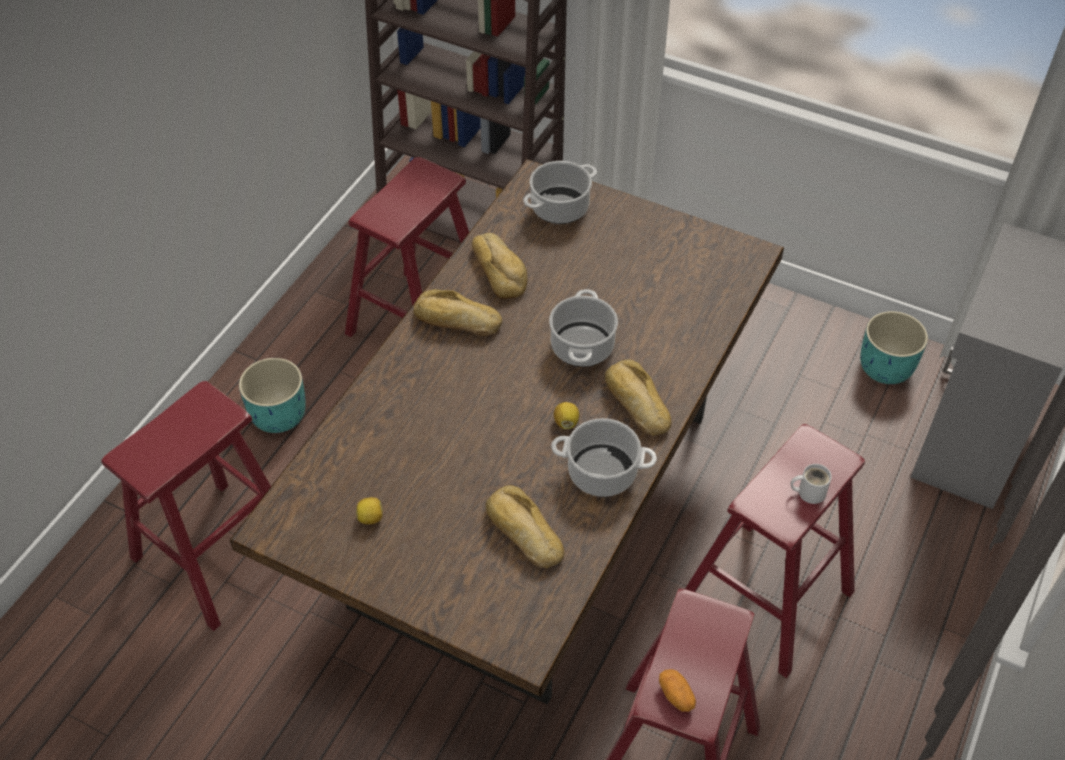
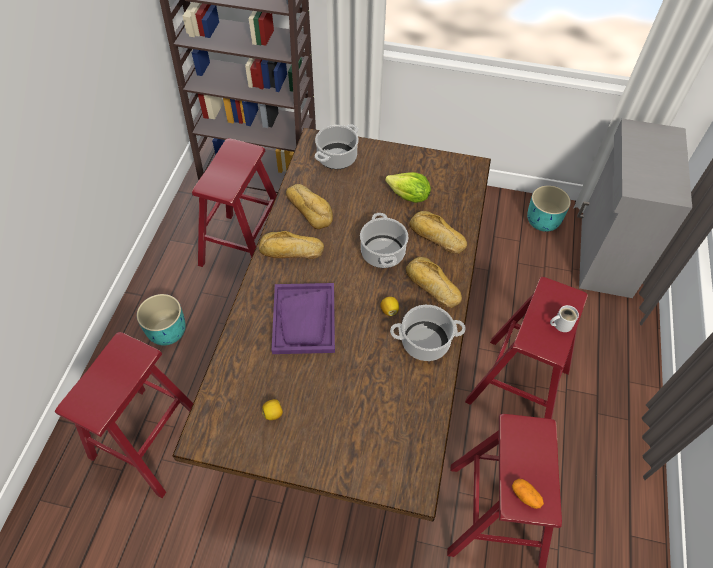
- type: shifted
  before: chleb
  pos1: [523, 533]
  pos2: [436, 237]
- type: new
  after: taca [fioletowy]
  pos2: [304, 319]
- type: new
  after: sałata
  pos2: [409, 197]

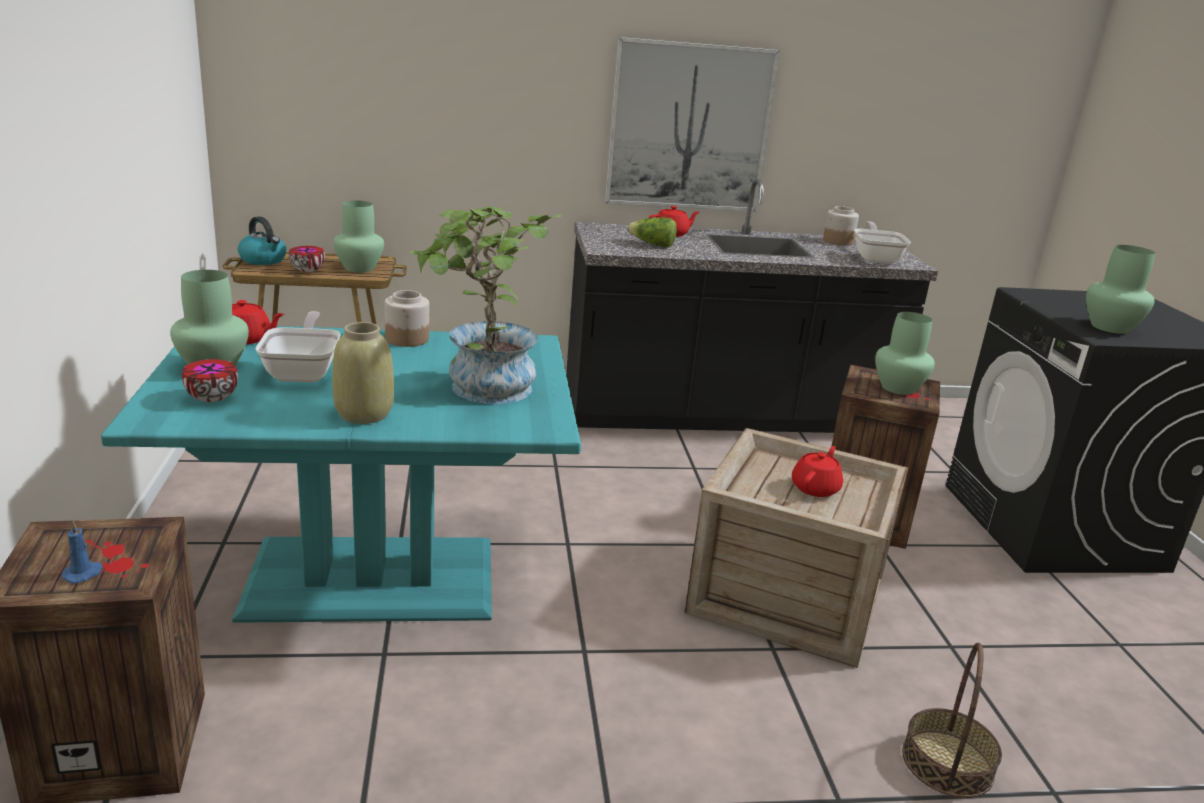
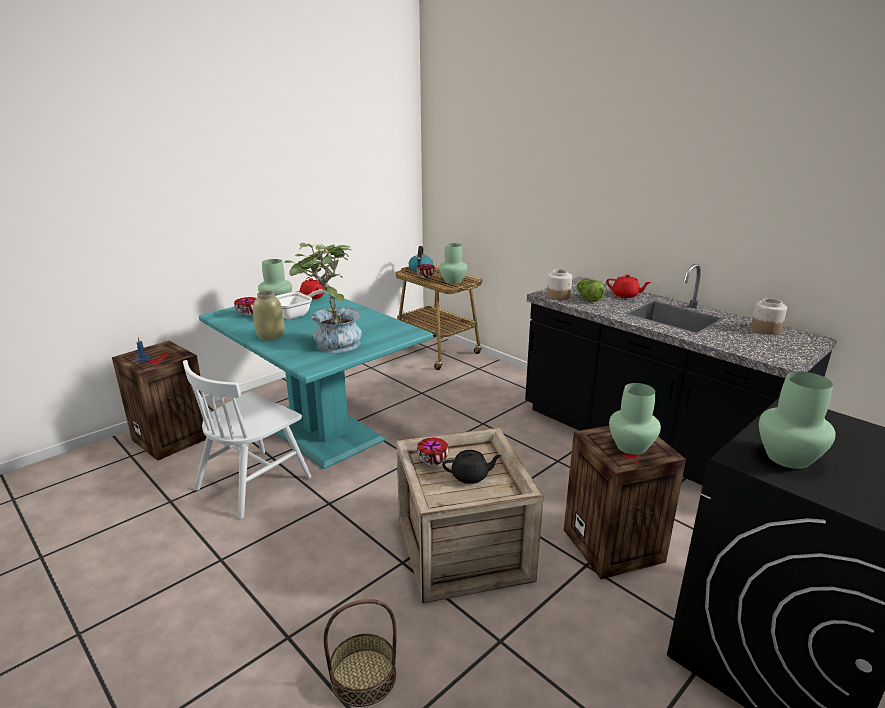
- type: shifted
  before: słoik
  pos1: [407, 339]
  pos2: [558, 296]
- type: gone
  before: obraz
  pos1: [689, 127]
- type: repainted
  before: imbryk [czerwony]
  after: imbryk [czarny]
  pos1: [816, 488]
  pos2: [470, 476]
- type: gone
  before: patelnia
  pos1: [876, 258]
- type: new
  after: krzesło [biały]
  pos2: [254, 482]
- type: new
  after: miska
  pos2: [433, 462]

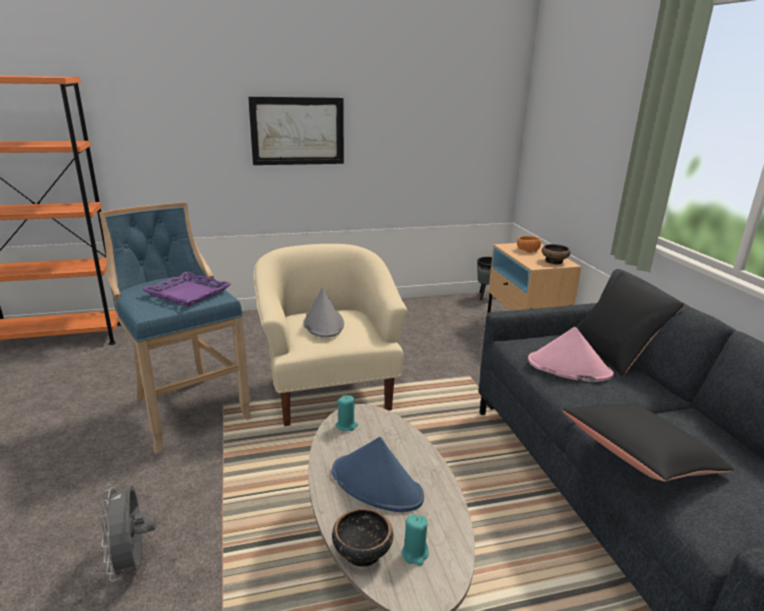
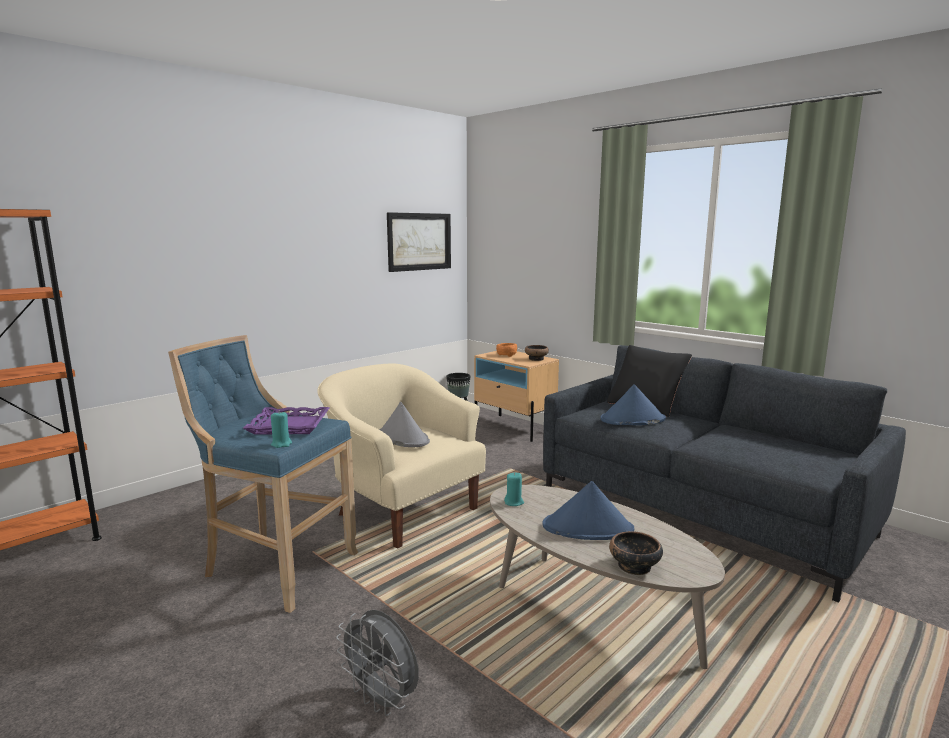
- type: shifted
  before: obraz
  pos1: [297, 131]
  pos2: [419, 241]
- type: shifted
  before: świeca [turkusowy]
  pos1: [415, 553]
  pos2: [281, 444]
- type: repainted
  before: kapelusz [różowy]
  after: kapelusz [niebieski]
  pos1: [568, 368]
  pos2: [632, 419]
- type: gone
  before: poduszka [czarny]
  pos1: [640, 459]

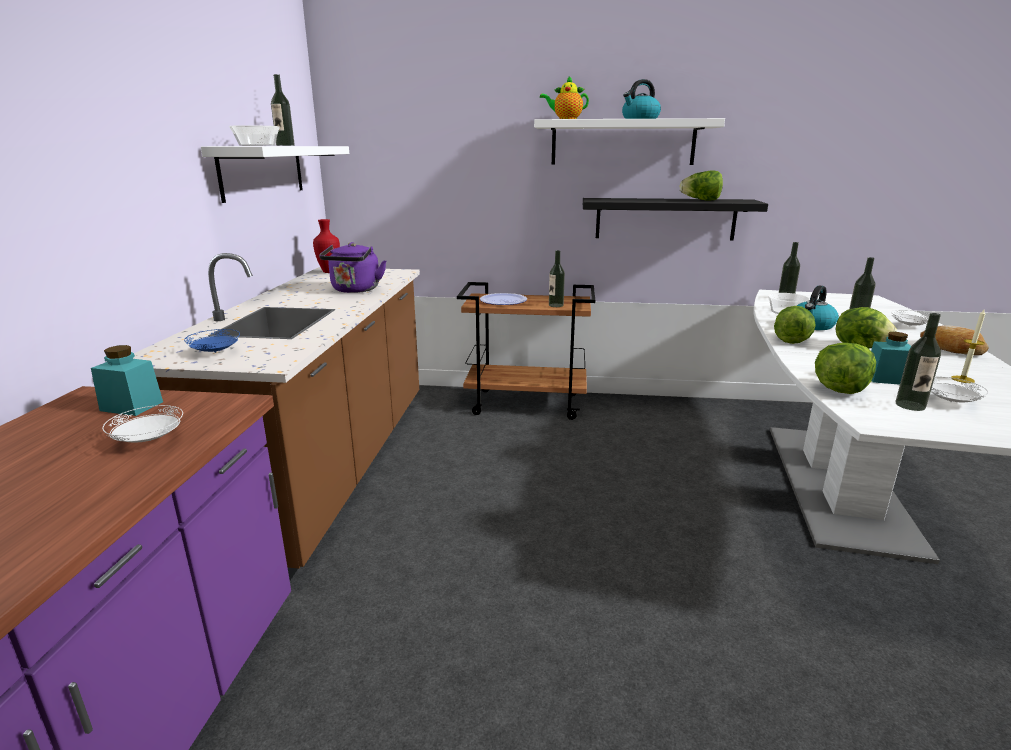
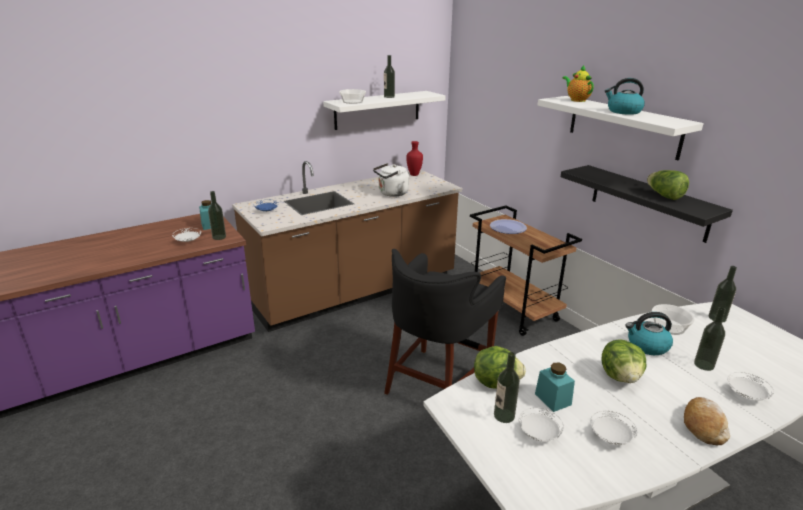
- type: repainted
  before: czajnik [fioletowy]
  after: czajnik [biały]
  pos1: [355, 290]
  pos2: [391, 193]
- type: shifted
  before: butelka
  pos1: [556, 305]
  pos2: [219, 237]
- type: gone
  before: sałata
  pos1: [790, 339]
- type: swapped
  before: świeca
  after: talerz [biały]
  pos1: [962, 379]
  pos2: [610, 437]
- type: new
  after: stołek [czarny]
  pos2: [437, 382]

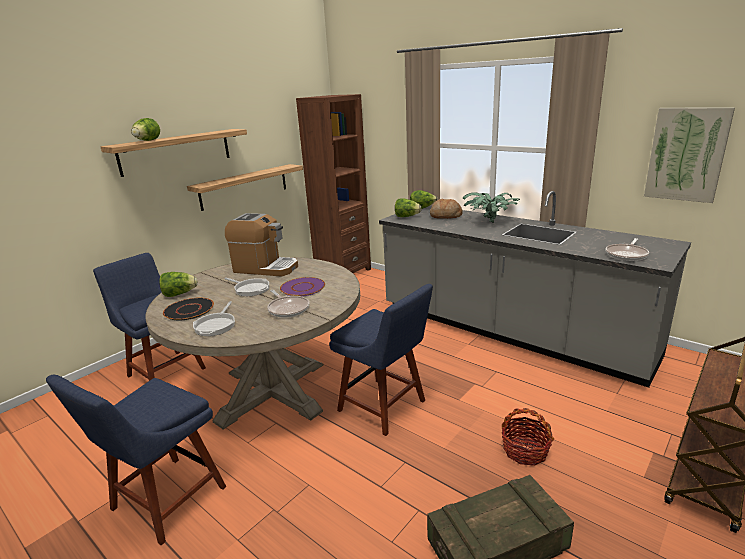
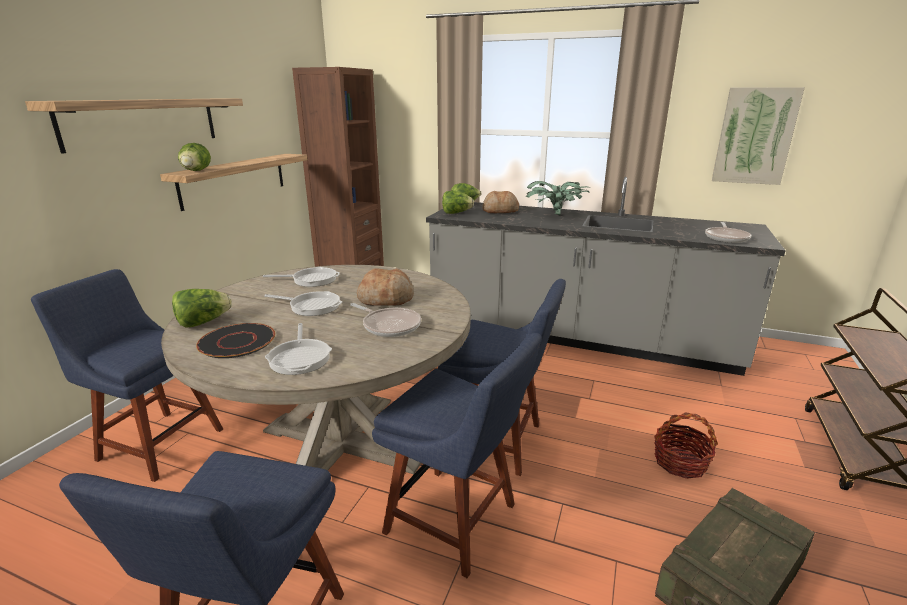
- type: shifted
  before: sałata
  pos1: [147, 141]
  pos2: [195, 171]
- type: swapped
  before: ekspres do kawy
  after: patelnia
  pos1: [265, 268]
  pos2: [311, 280]
- type: swapped
  before: talerz [fioletowy]
  after: chleb
  pos1: [303, 287]
  pos2: [386, 298]
- type: new
  after: krzesło [niebieski]
  pos2: [456, 521]

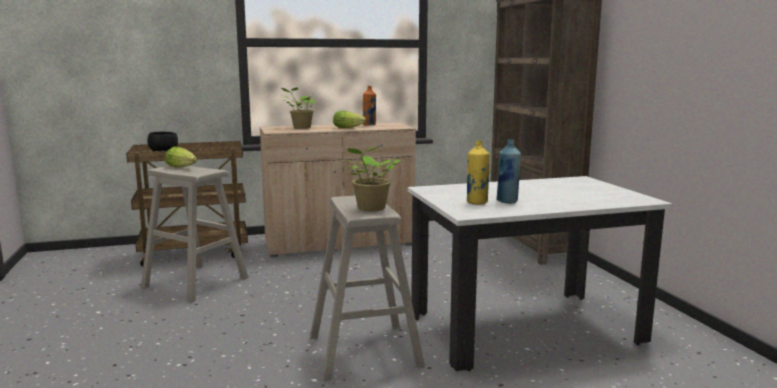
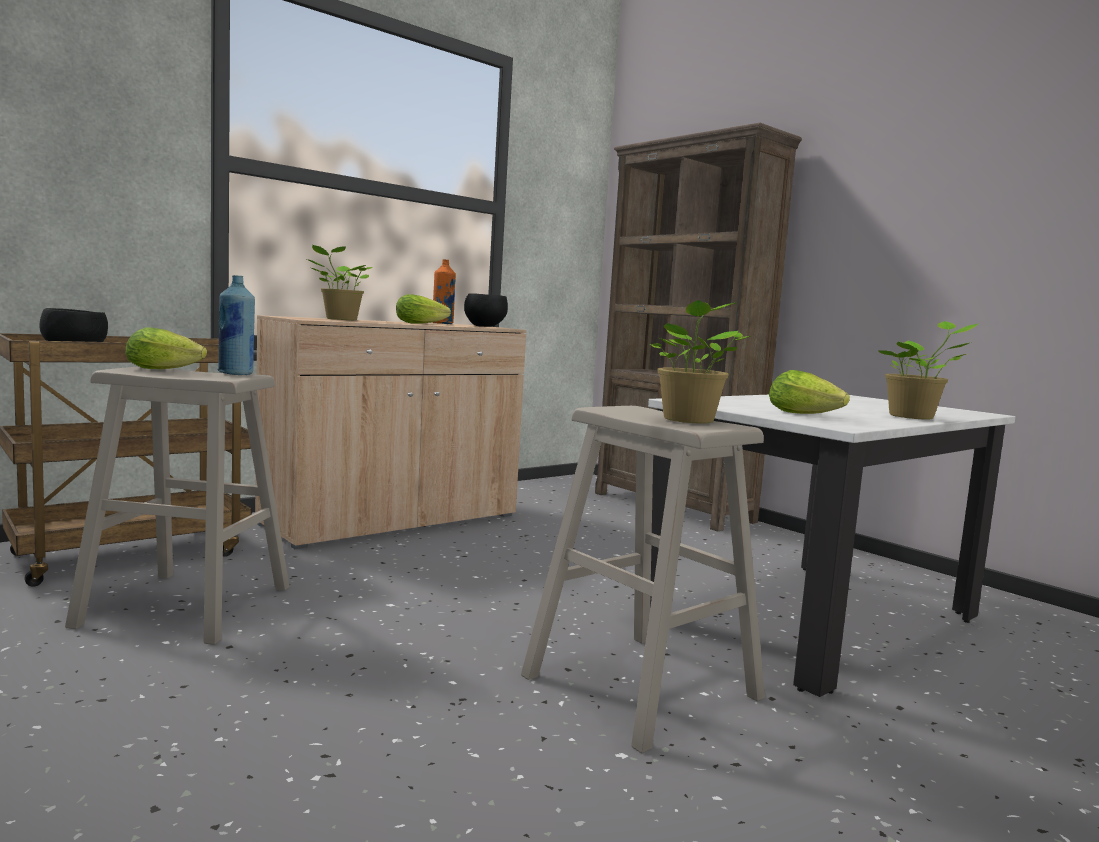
- type: swapped
  before: butelka [żółty]
  after: sałata
  pos1: [477, 202]
  pos2: [807, 414]
- type: shifted
  before: butelka [niebieski]
  pos1: [507, 201]
  pos2: [236, 374]
- type: new
  after: miska [czarny]
  pos2: [484, 326]
- type: new
  after: roślina doniczkowa
  pos2: [915, 417]

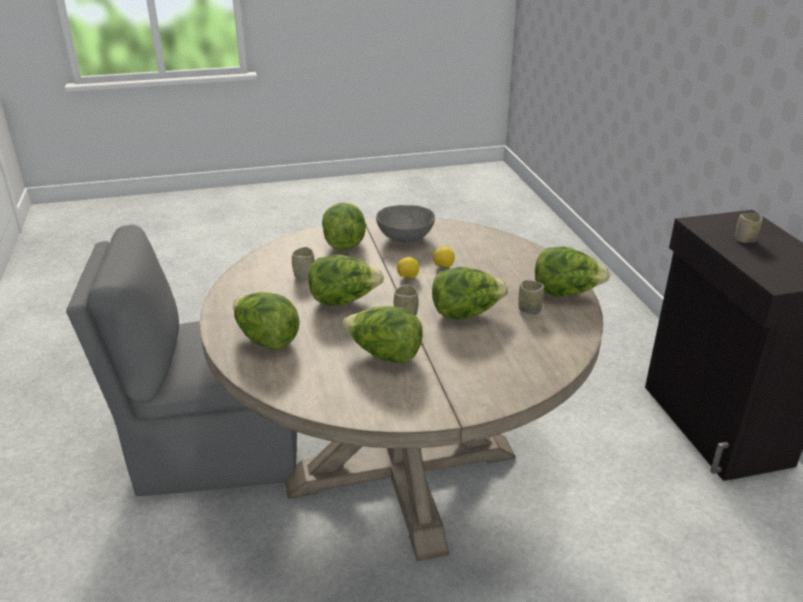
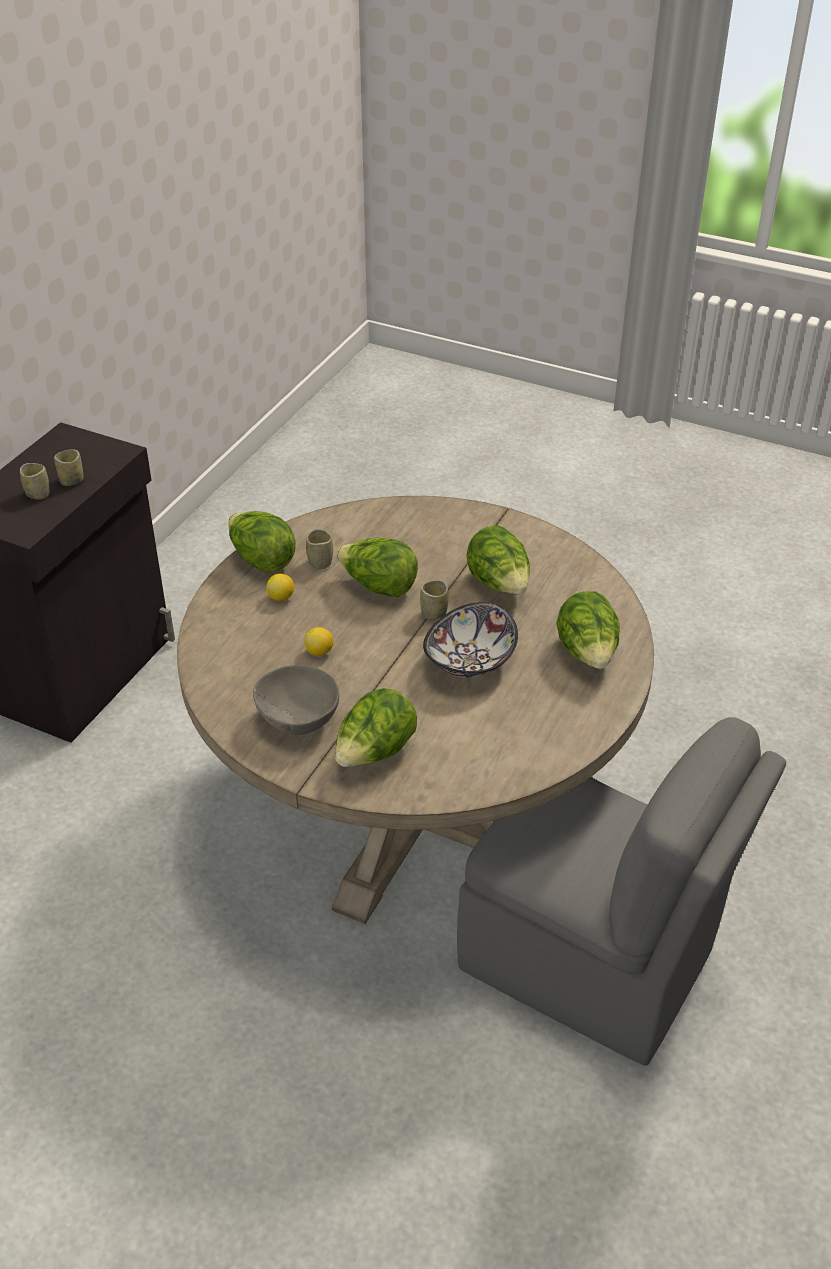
- type: shifted
  before: filiżanka
  pos1: [304, 276]
  pos2: [72, 480]
- type: swapped
  before: sałata
  after: miska
  pos1: [344, 301]
  pos2: [471, 662]
- type: shifted
  before: cytryna
  pos1: [408, 277]
  pos2: [281, 597]

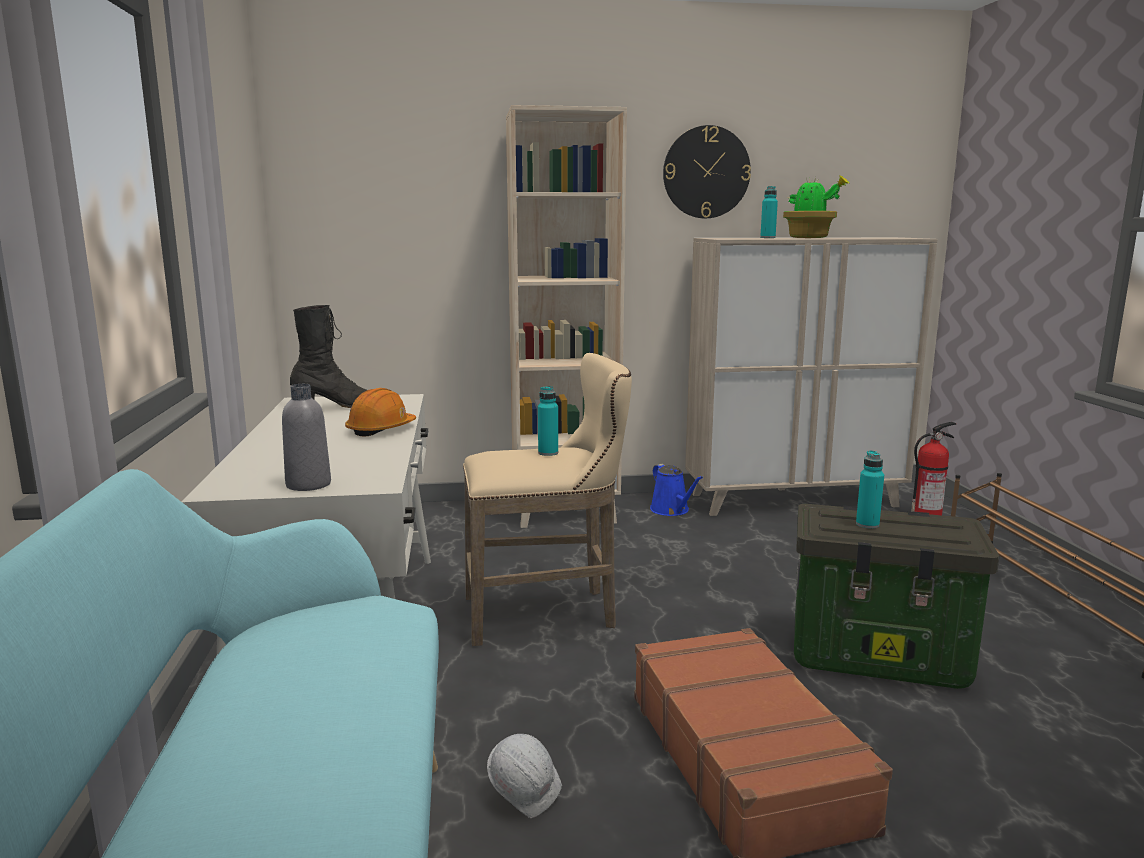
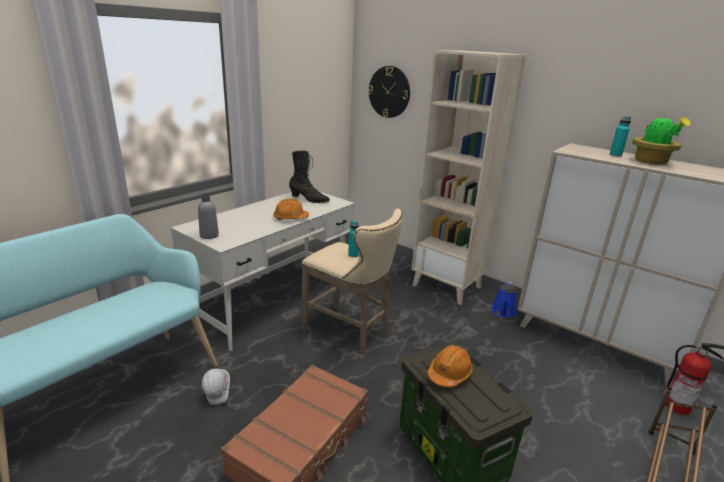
- type: shifted
  before: zegar ścienny
  pos1: [706, 172]
  pos2: [389, 92]
- type: swapped
  before: butelka [turkusowy]
  after: kask [pomarańczowy]
  pos1: [867, 524]
  pos2: [449, 374]

